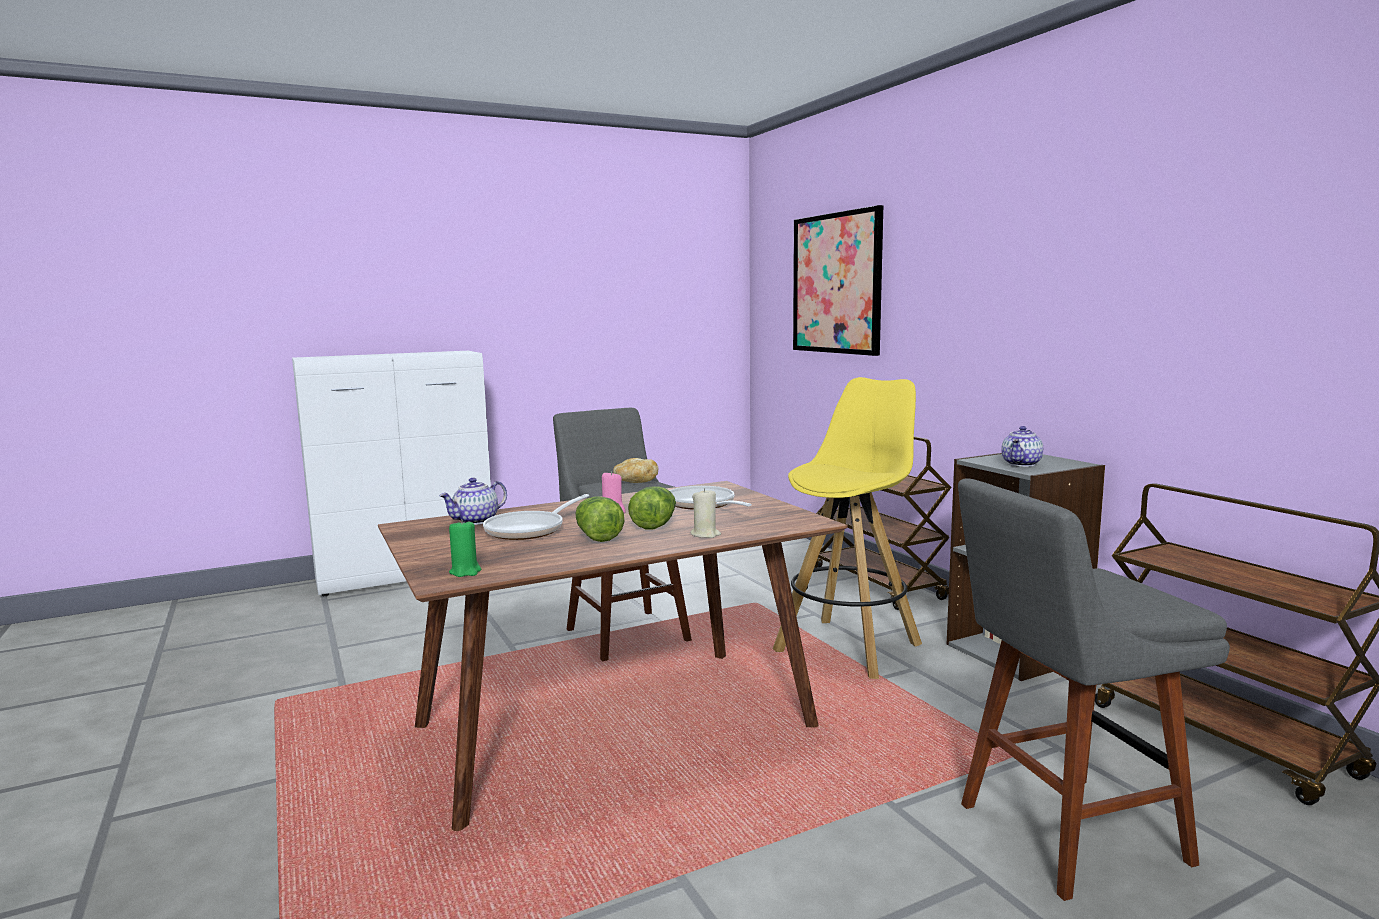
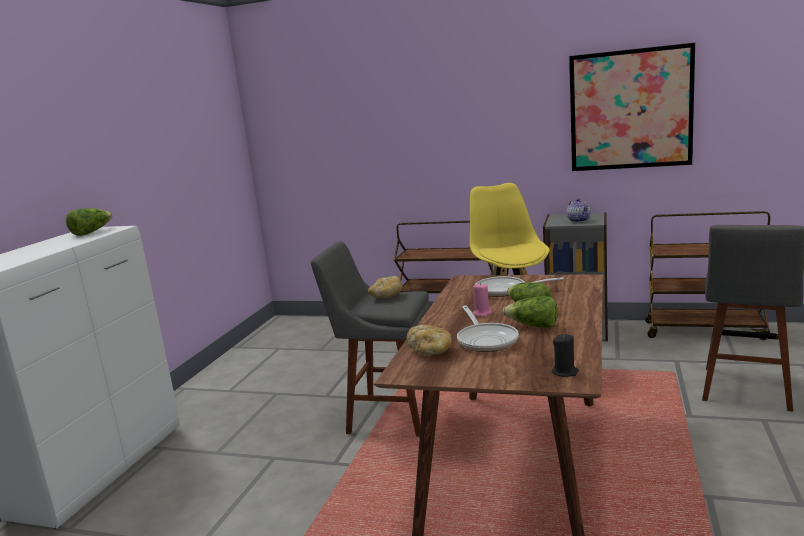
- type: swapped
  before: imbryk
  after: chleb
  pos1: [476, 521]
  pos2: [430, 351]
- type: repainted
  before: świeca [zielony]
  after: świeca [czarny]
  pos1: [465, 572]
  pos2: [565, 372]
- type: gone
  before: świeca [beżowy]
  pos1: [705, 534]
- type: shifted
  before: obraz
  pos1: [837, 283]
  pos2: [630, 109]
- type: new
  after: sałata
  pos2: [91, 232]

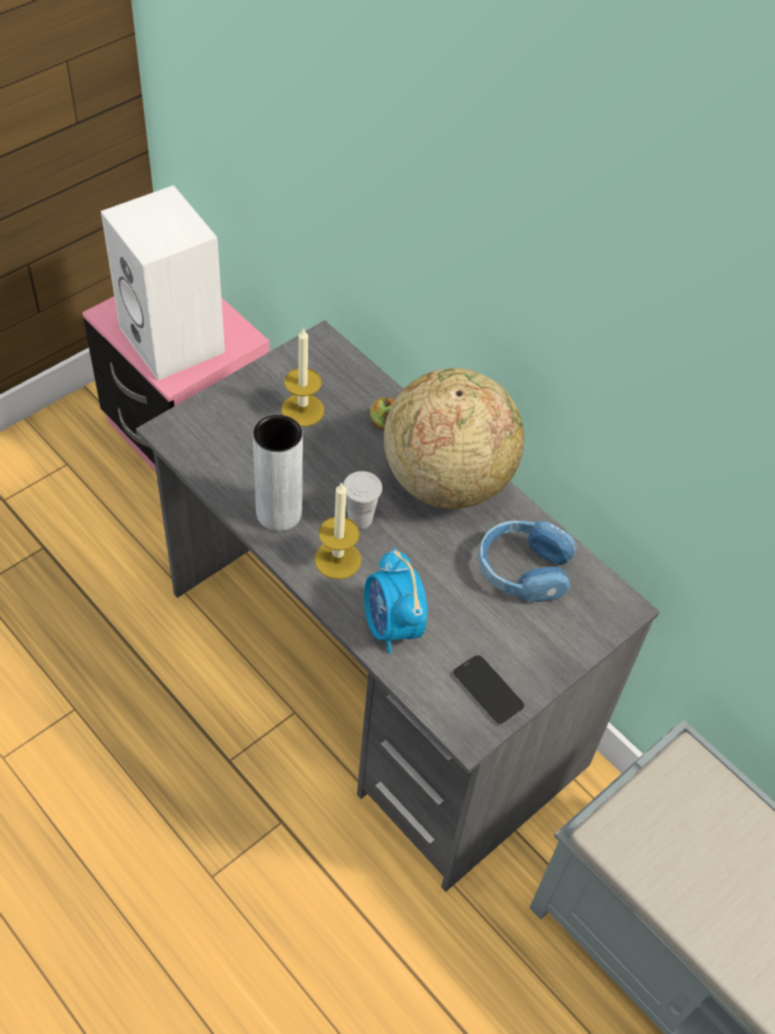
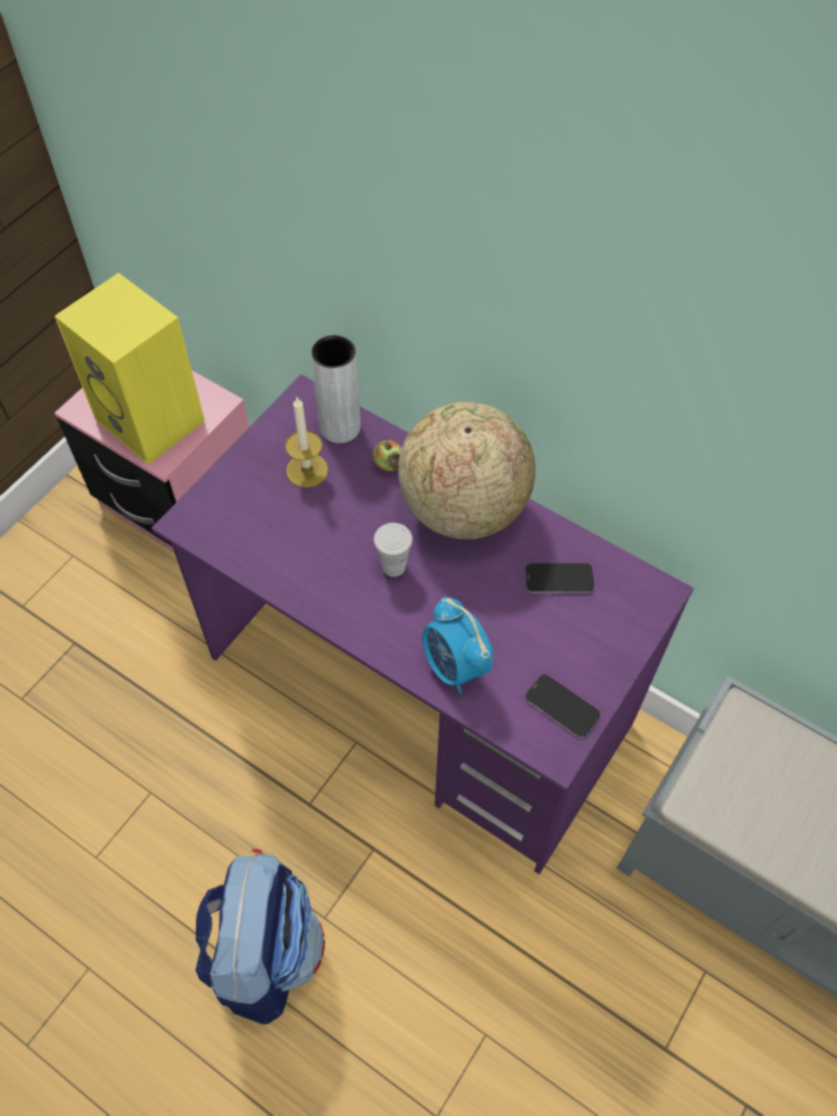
- type: repainted
  before: głośnik [biały]
  after: głośnik [żółty]
  pos1: [175, 340]
  pos2: [153, 420]
- type: repainted
  before: biurko [szary]
  after: biurko [fioletowy]
  pos1: [374, 678]
  pos2: [419, 691]
- type: shifted
  before: wazon [szary]
  pos1: [279, 513]
  pos2: [340, 427]
- type: gone
  before: świeca
  pos1: [337, 559]
- type: swapped
  before: słuchawki [niebieski]
  after: telefon
  pos1: [522, 570]
  pos2: [559, 579]
- type: new
  after: plecak
  pos2: [265, 951]

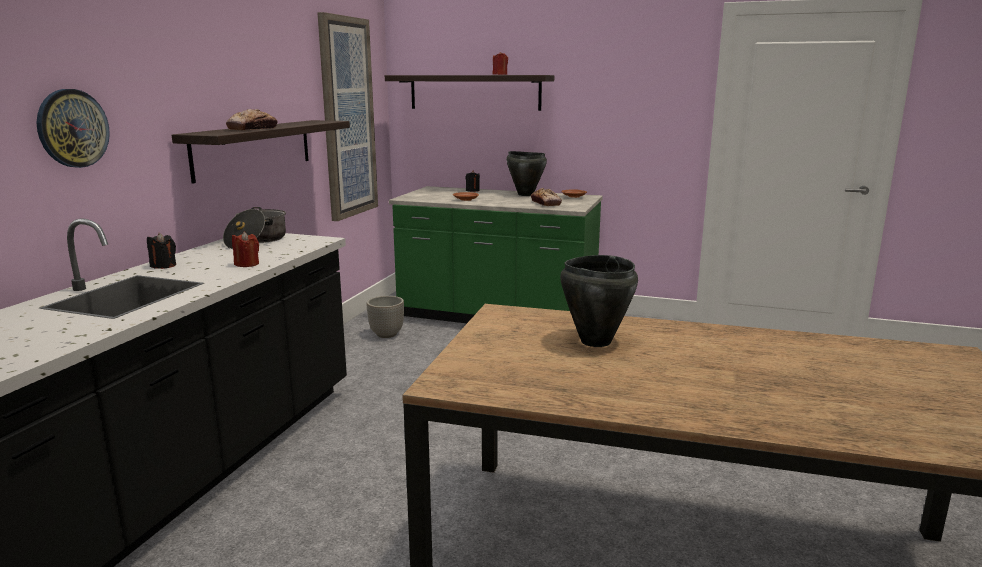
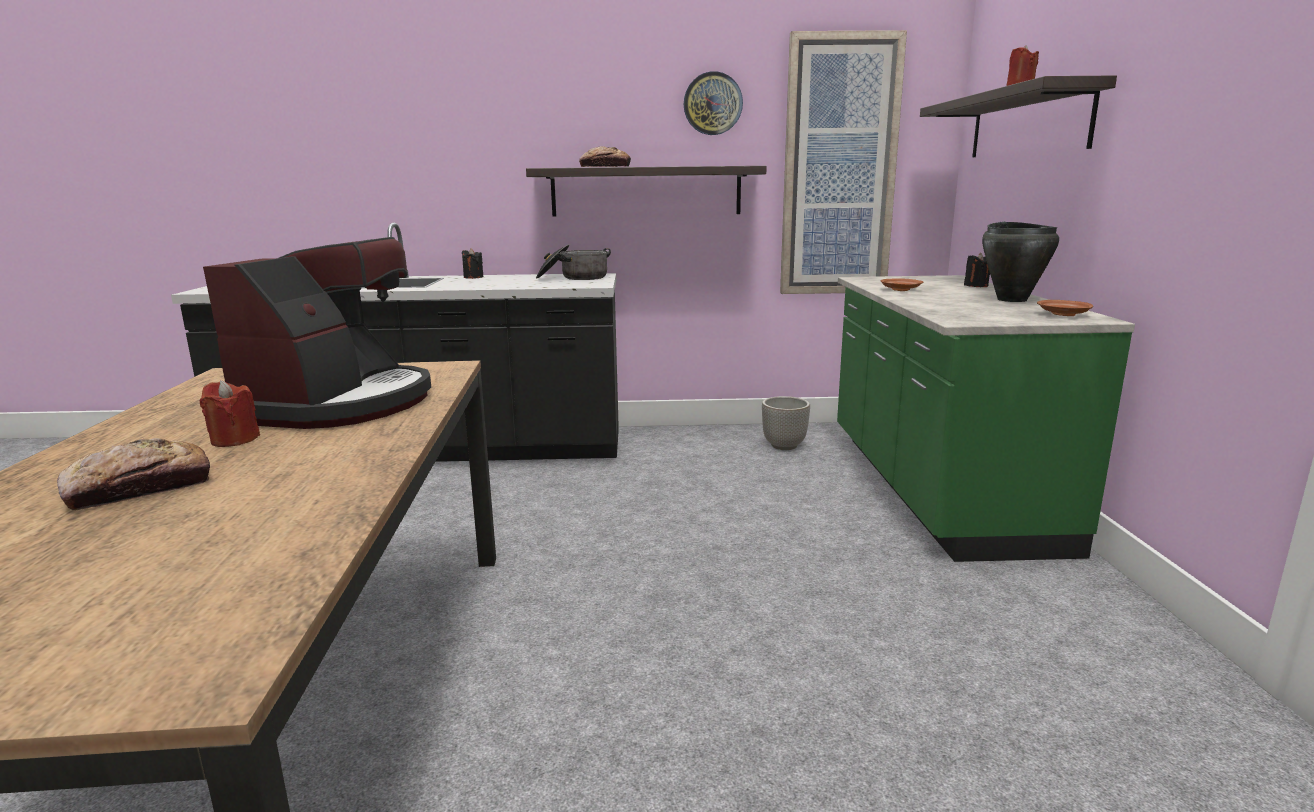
- type: shifted
  before: zegar ścienny
  pos1: [72, 128]
  pos2: [712, 103]
- type: shifted
  before: świeca [czerwony]
  pos1: [247, 264]
  pos2: [234, 440]
- type: shifted
  before: chleb
  pos1: [545, 203]
  pos2: [140, 489]
- type: swapped
  before: garnek [czarny]
  after: ekspres do kawy
  pos1: [595, 341]
  pos2: [340, 404]

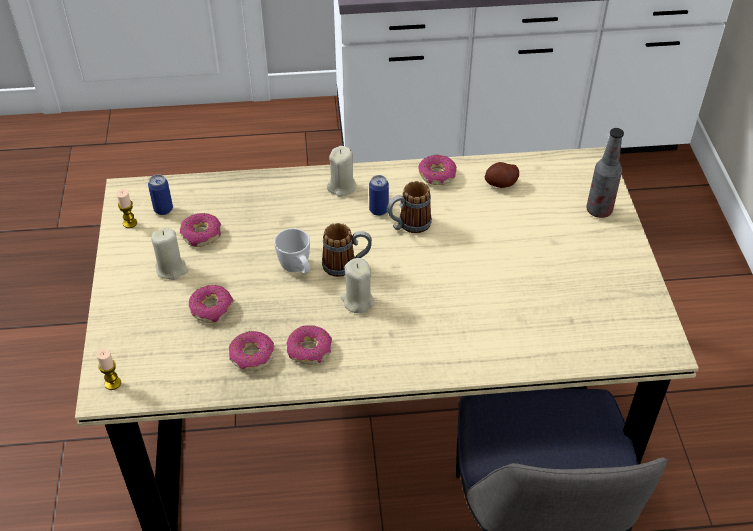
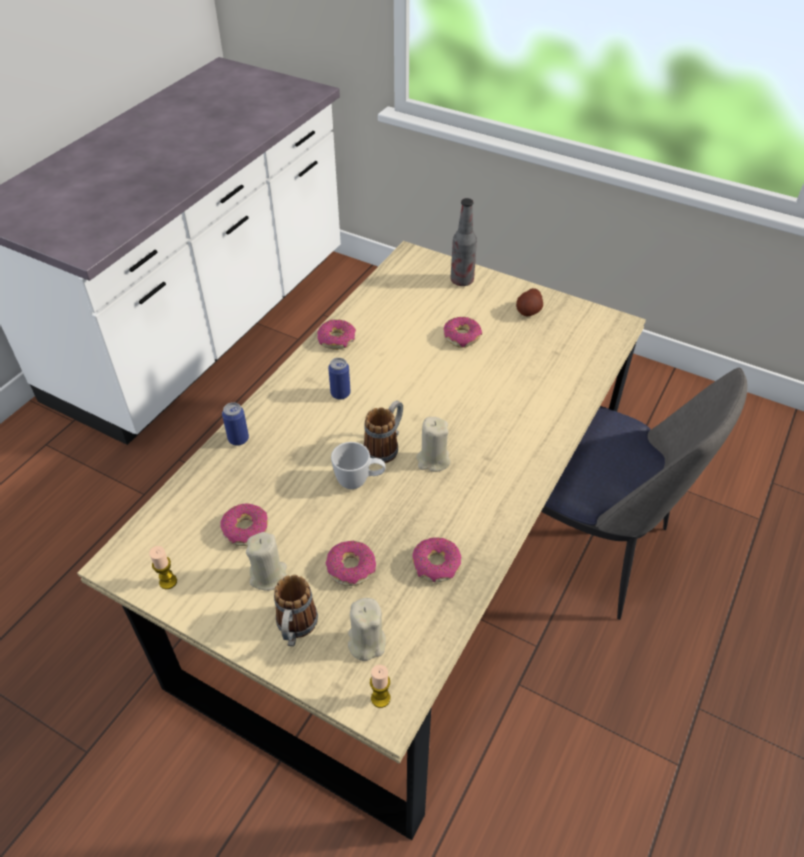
- type: shifted
  before: puszka
  pos1: [163, 209]
  pos2: [238, 439]
- type: shifted
  before: donut
  pos1: [309, 350]
  pos2: [462, 337]
- type: shifted
  before: świeca [beżowy]
  pos1: [342, 186]
  pos2: [366, 642]
- type: shifted
  before: kubek
  pos1: [408, 225]
  pos2: [295, 629]
- type: shifted
  before: ziemniak
  pos1: [501, 183]
  pos2: [528, 311]

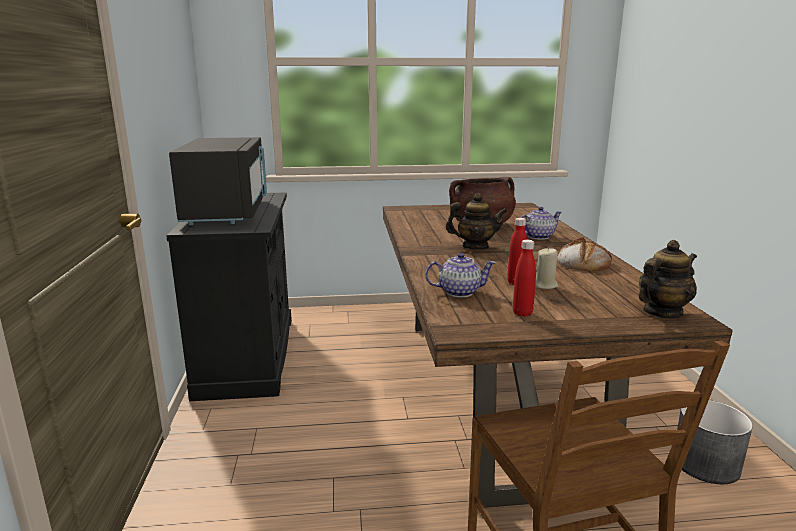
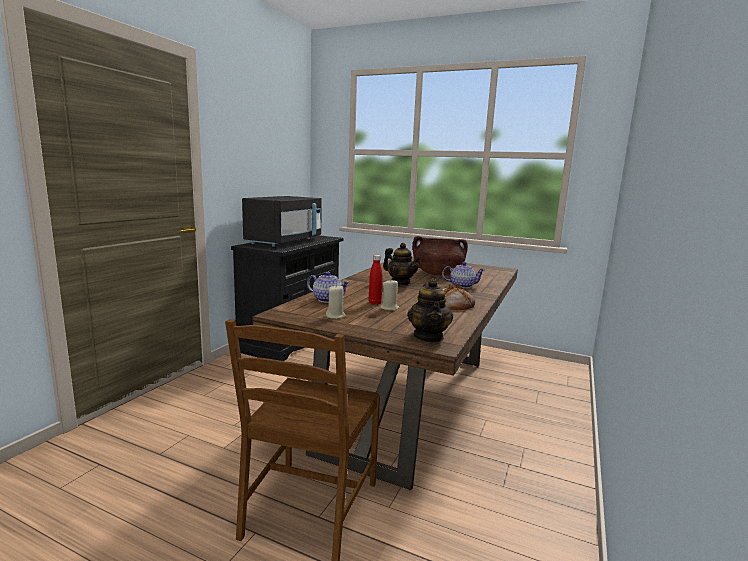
- type: swapped
  before: butelka [czerwony]
  after: świeca [beżowy]
  pos1: [522, 313]
  pos2: [335, 316]
- type: rotated
  before: imbryk
  pos1: [661, 312]
  pos2: [429, 337]
  turn: 90
- type: gone
  before: donica [szary]
  pos1: [705, 465]

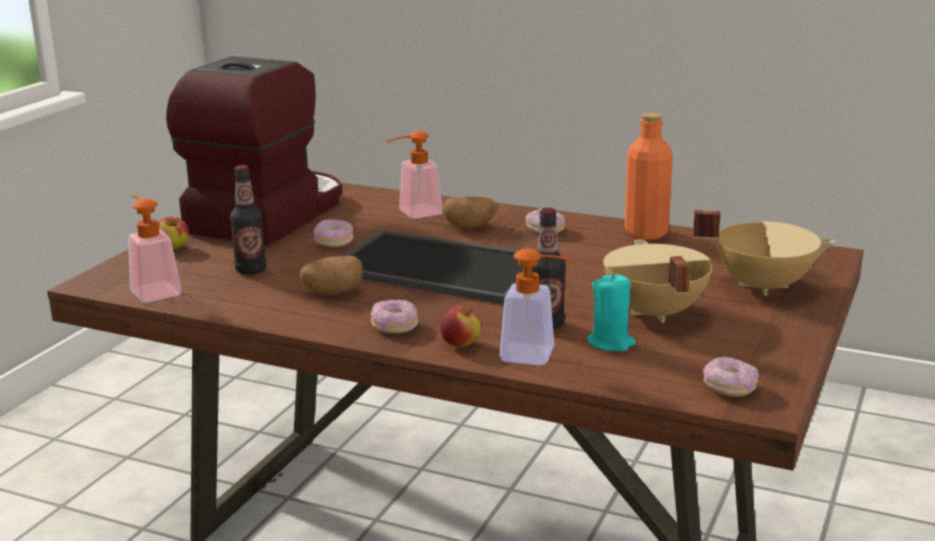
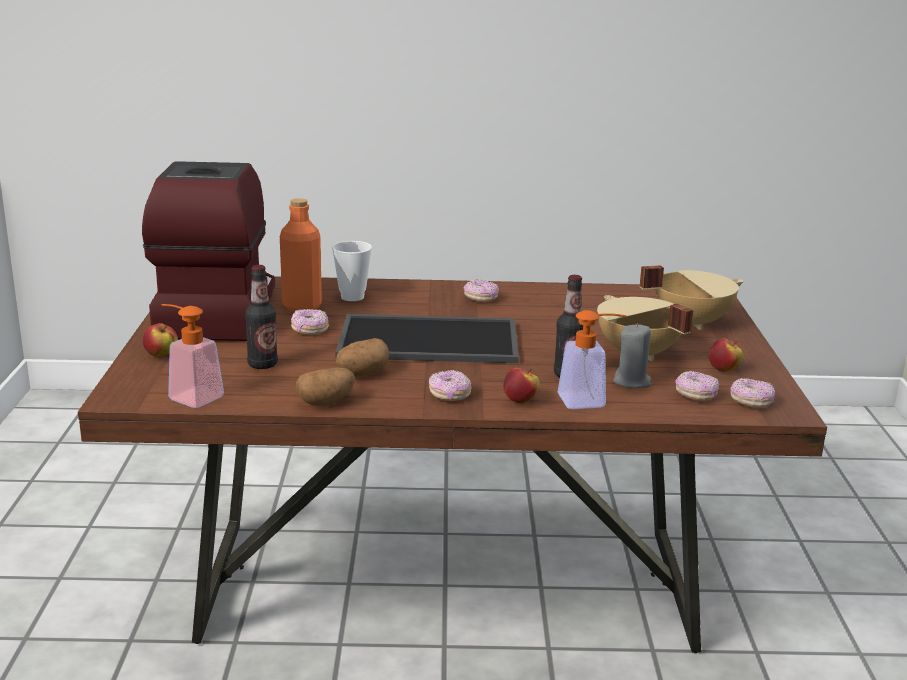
- type: swapped
  before: dozownik mydła
  after: filiżanka
  pos1: [413, 214]
  pos2: [352, 297]
- type: shifted
  before: ziemniak
  pos1: [470, 227]
  pos2: [326, 402]
- type: repainted
  before: świeca [turkusowy]
  after: świeca [szary]
  pos1: [611, 343]
  pos2: [632, 382]
- type: shifted
  before: butelka [pomarańczowy]
  pos1: [646, 233]
  pos2: [302, 306]
- type: new
  after: donut
  pos2: [695, 395]
- type: new
  after: jabłko
  pos2: [724, 370]

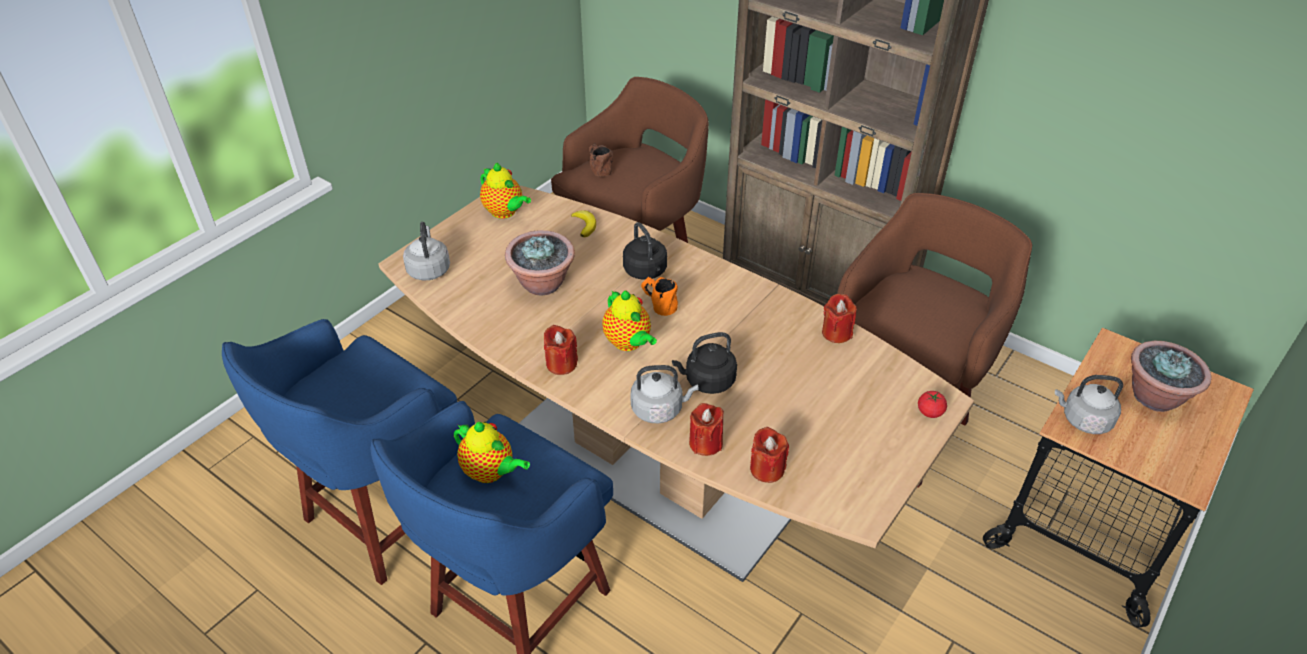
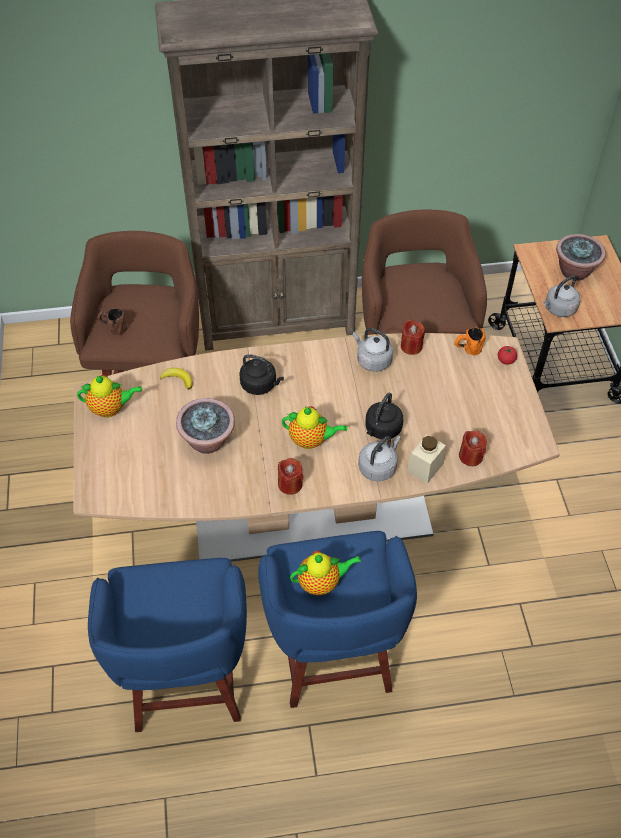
- type: shifted
  before: czajnik [szary]
  pos1: [429, 269]
  pos2: [372, 360]
- type: shifted
  before: kubek [pomarańczowy]
  pos1: [658, 305]
  pos2: [467, 349]
- type: swapped
  before: świeca [czerwony]
  after: słoik [beżowy]
  pos1: [705, 443]
  pos2: [425, 467]

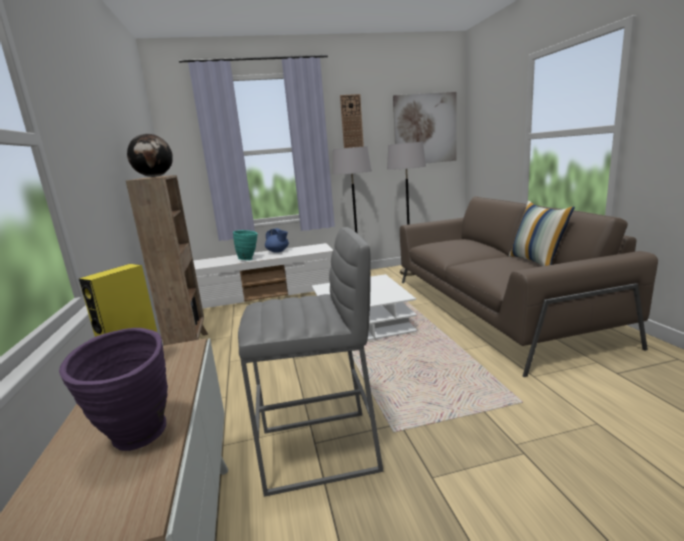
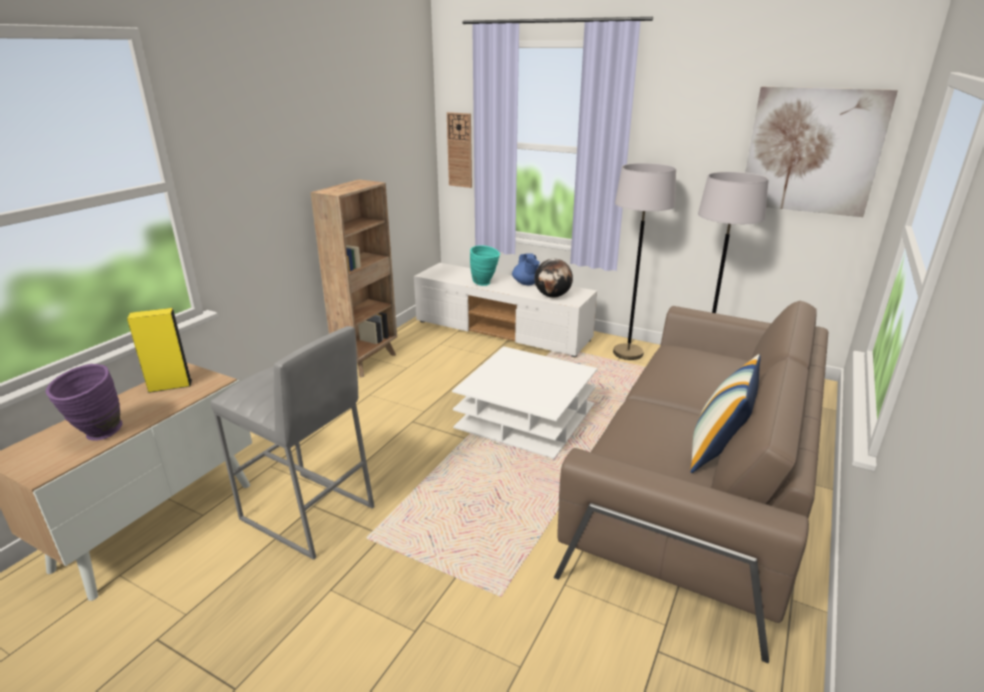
- type: shifted
  before: globus
  pos1: [155, 176]
  pos2: [553, 296]
- type: shifted
  before: zegar ścienny
  pos1: [352, 124]
  pos2: [460, 150]

